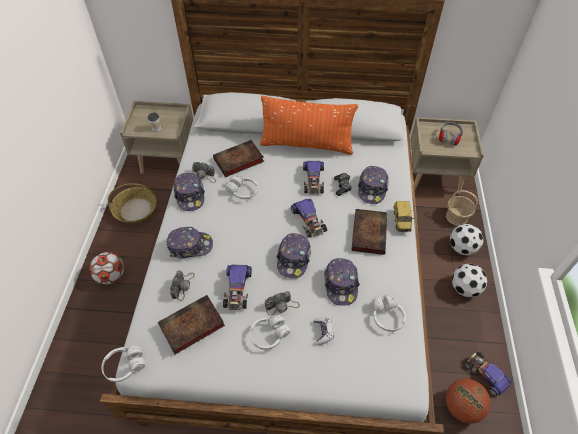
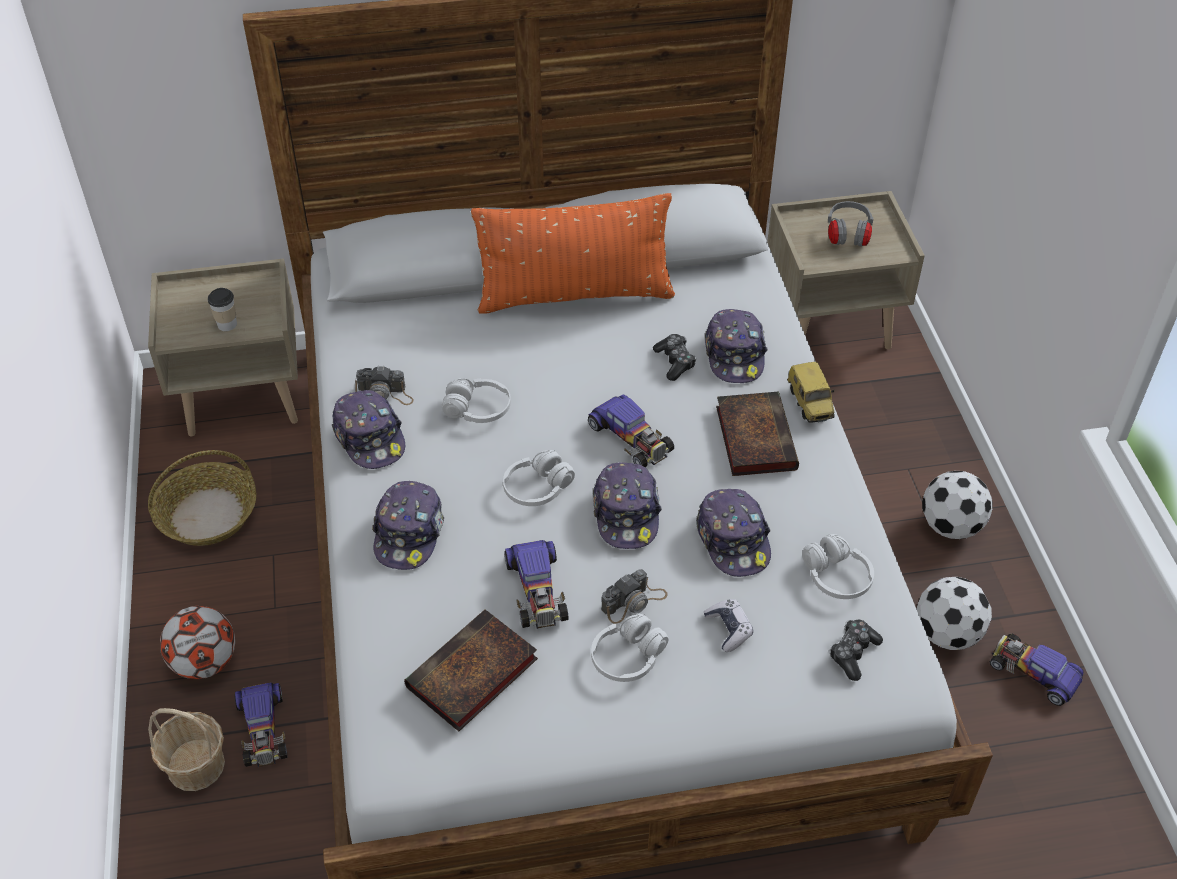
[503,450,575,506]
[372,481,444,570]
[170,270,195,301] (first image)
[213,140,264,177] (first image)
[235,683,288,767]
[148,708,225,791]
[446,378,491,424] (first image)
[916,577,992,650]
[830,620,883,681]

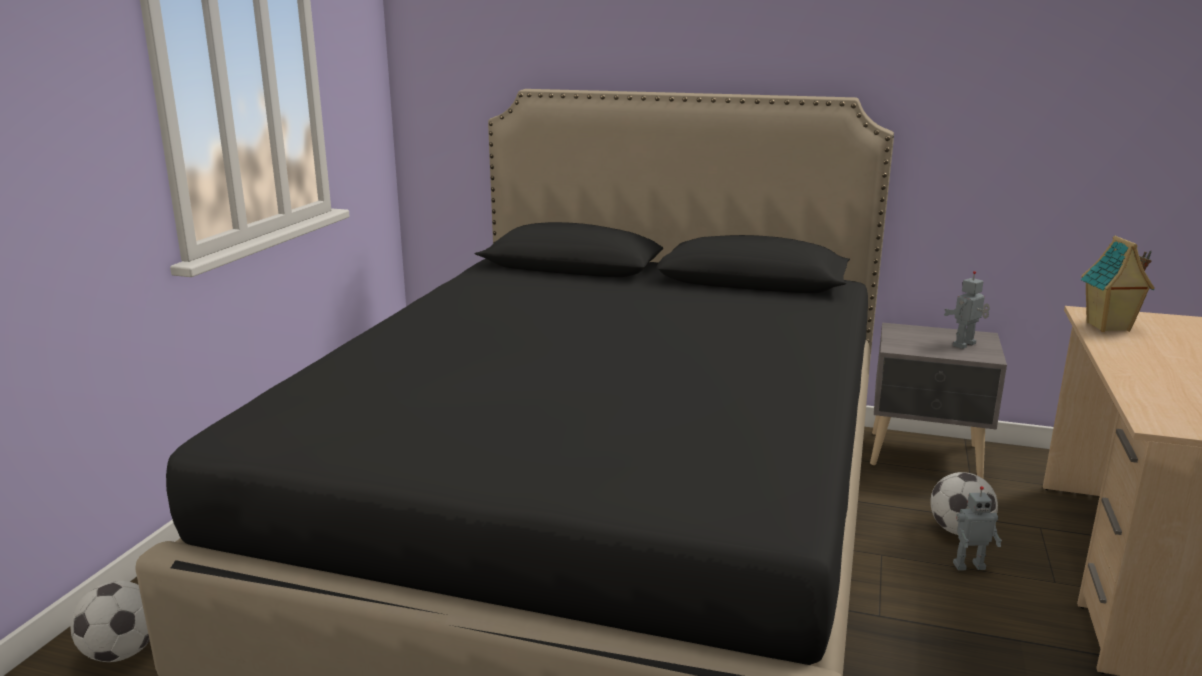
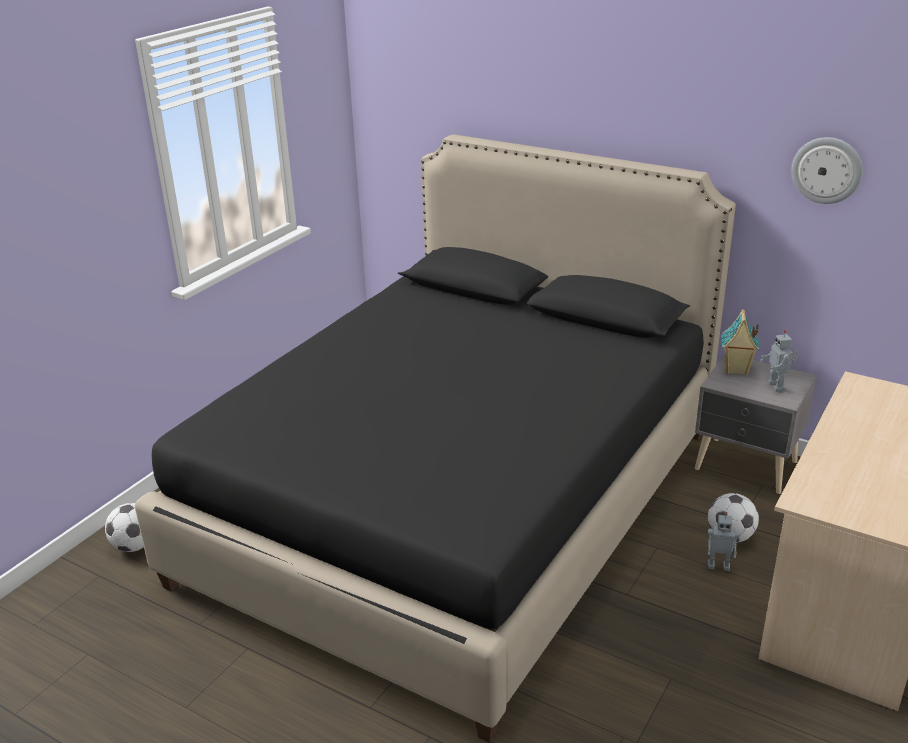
[760,330,798,392]
[721,309,760,375]
[791,137,863,204]

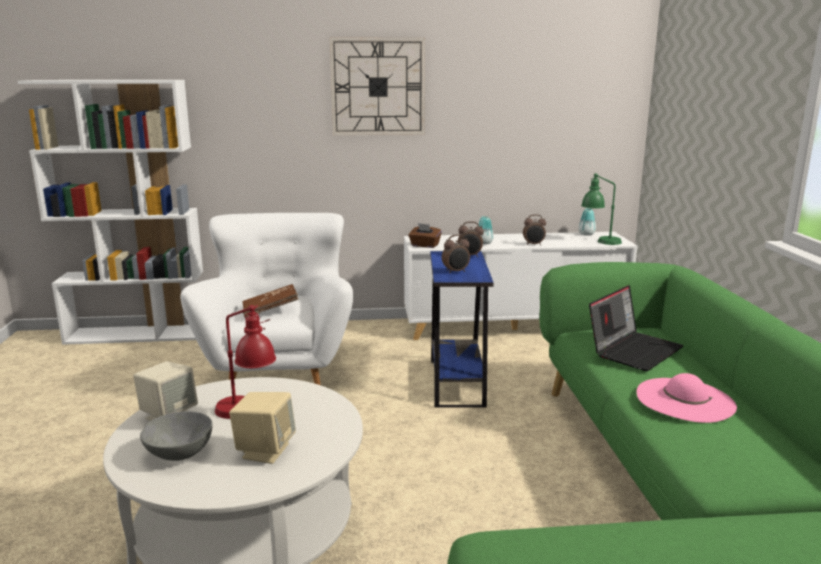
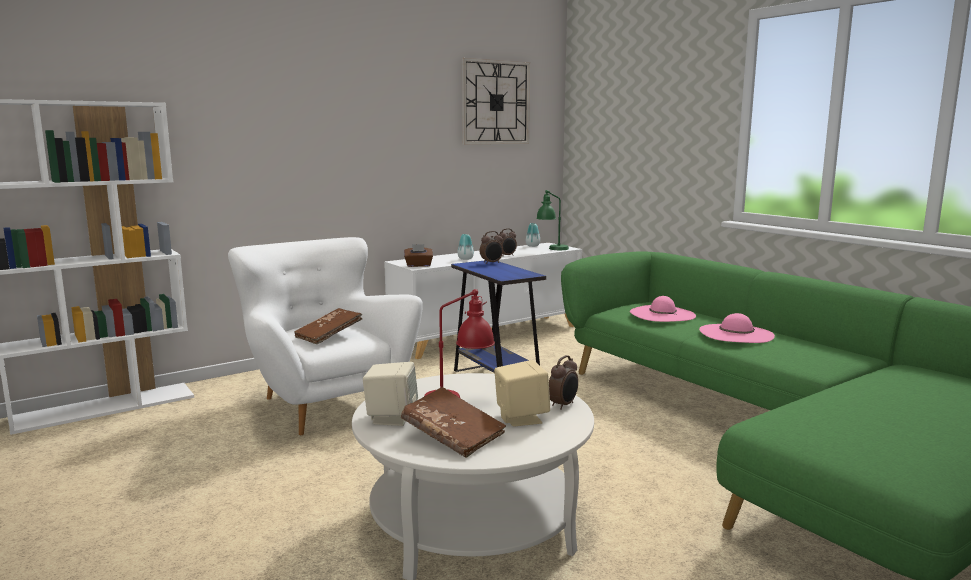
[401,387,506,458]
[462,58,530,144]
[549,355,578,410]
[630,296,696,322]

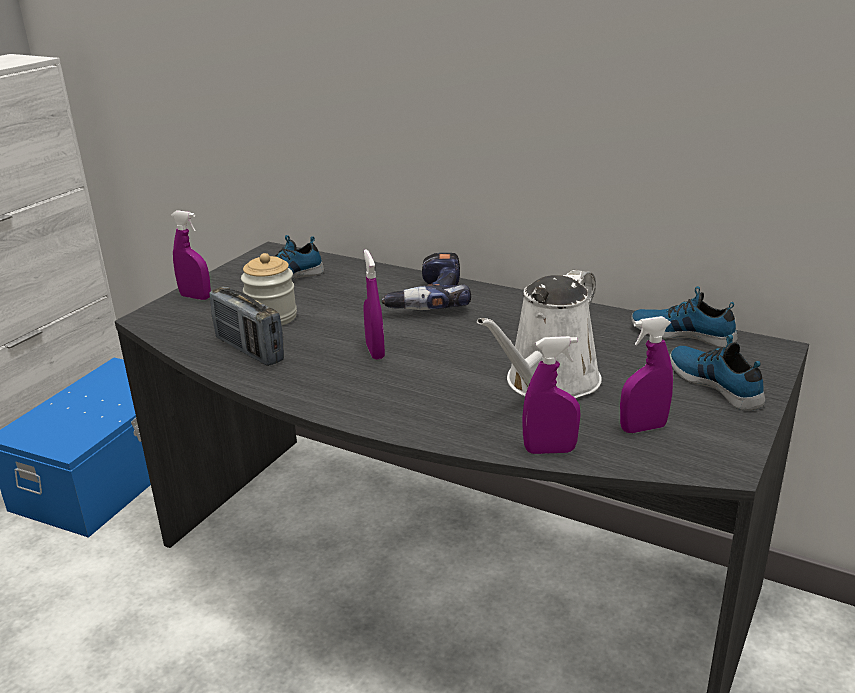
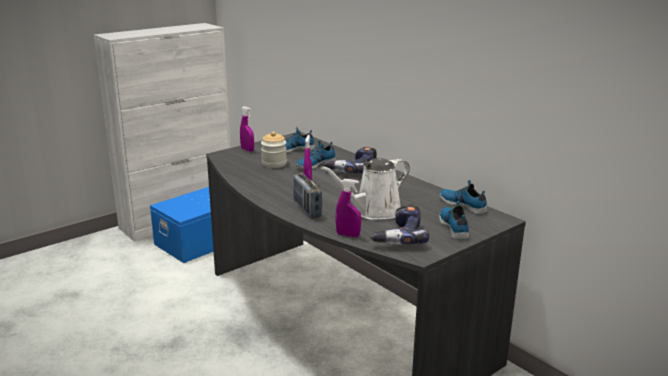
[293,173,322,218]
[371,206,429,245]
[295,140,336,169]

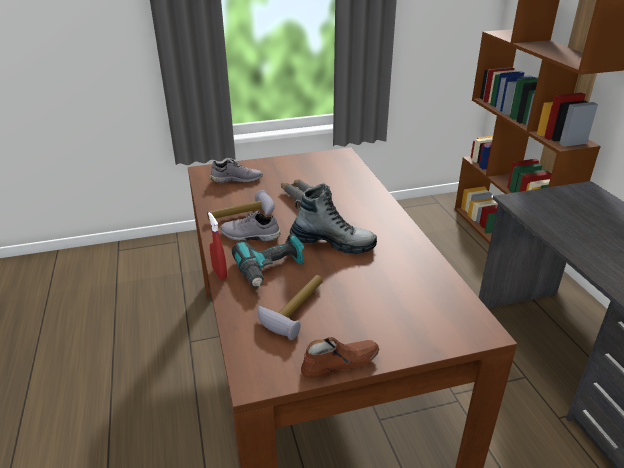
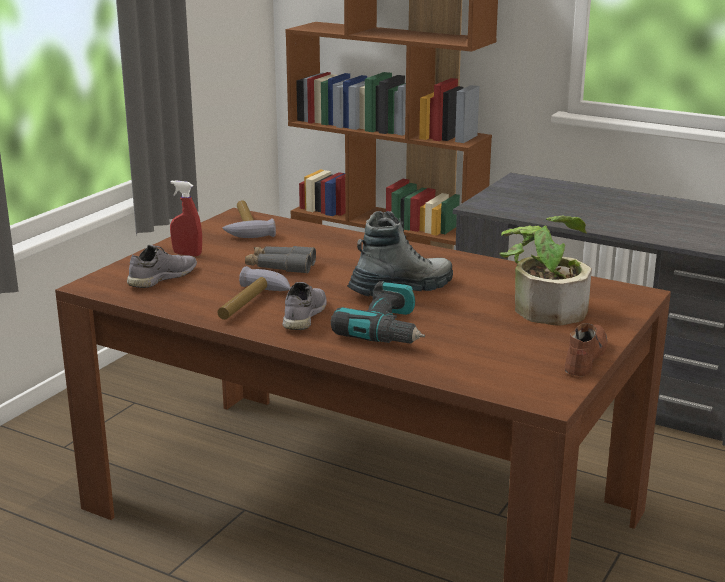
[170,180,202,256]
[282,282,327,330]
[223,200,276,238]
[499,215,592,326]

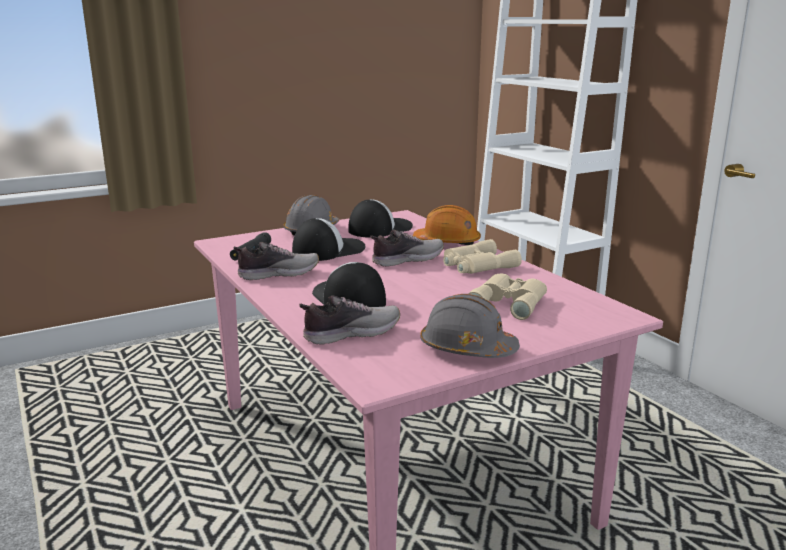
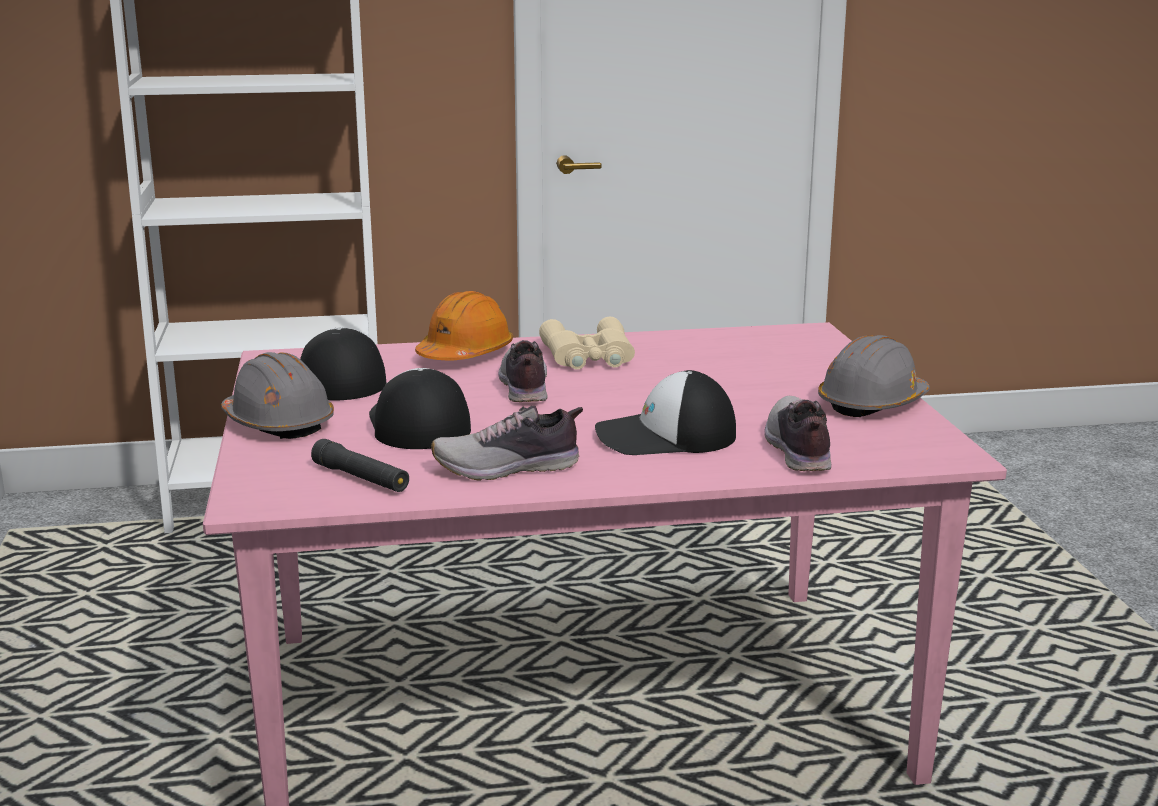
[431,406,583,481]
[468,274,547,320] (first image)

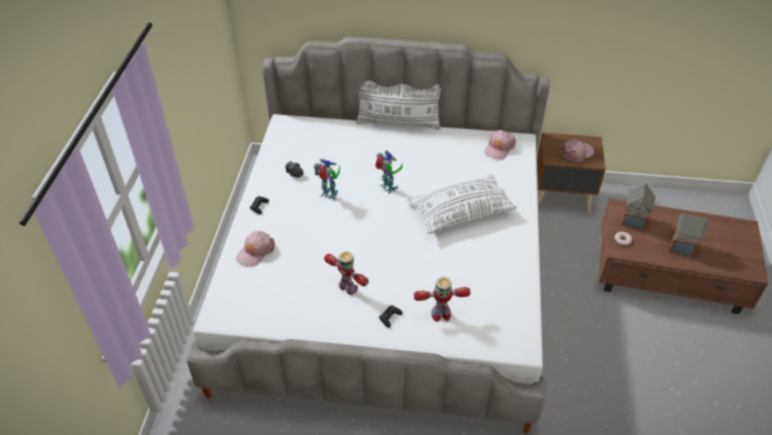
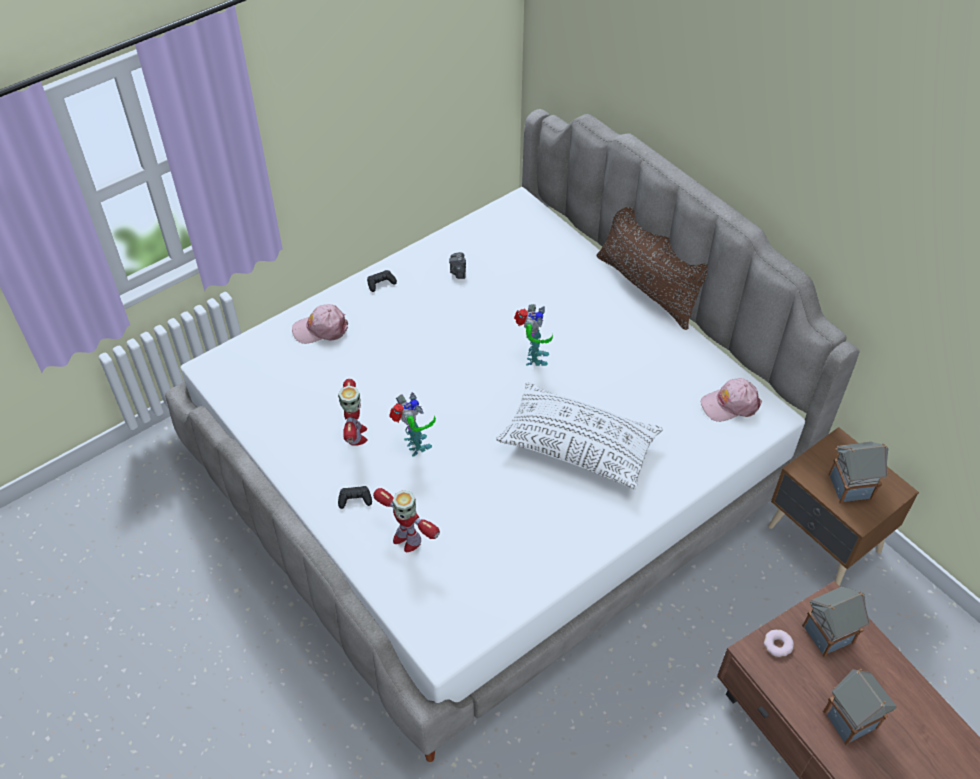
[389,392,436,457]
[597,207,708,330]
[828,442,888,504]

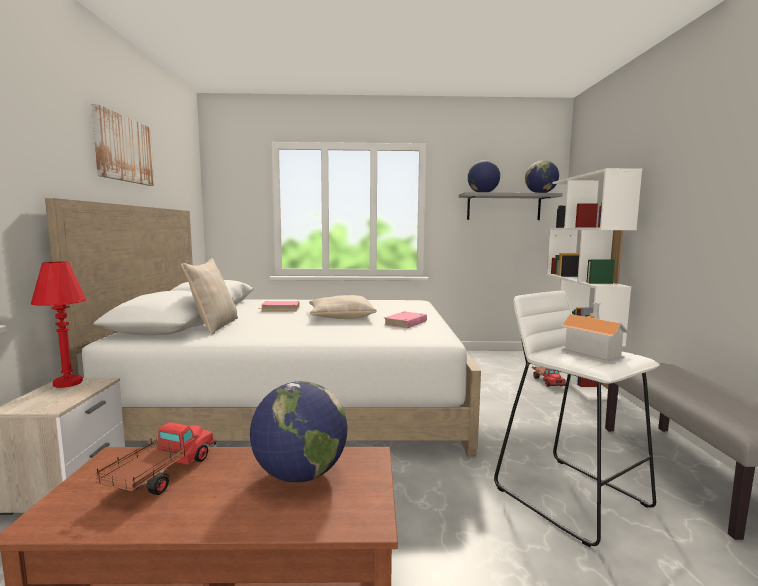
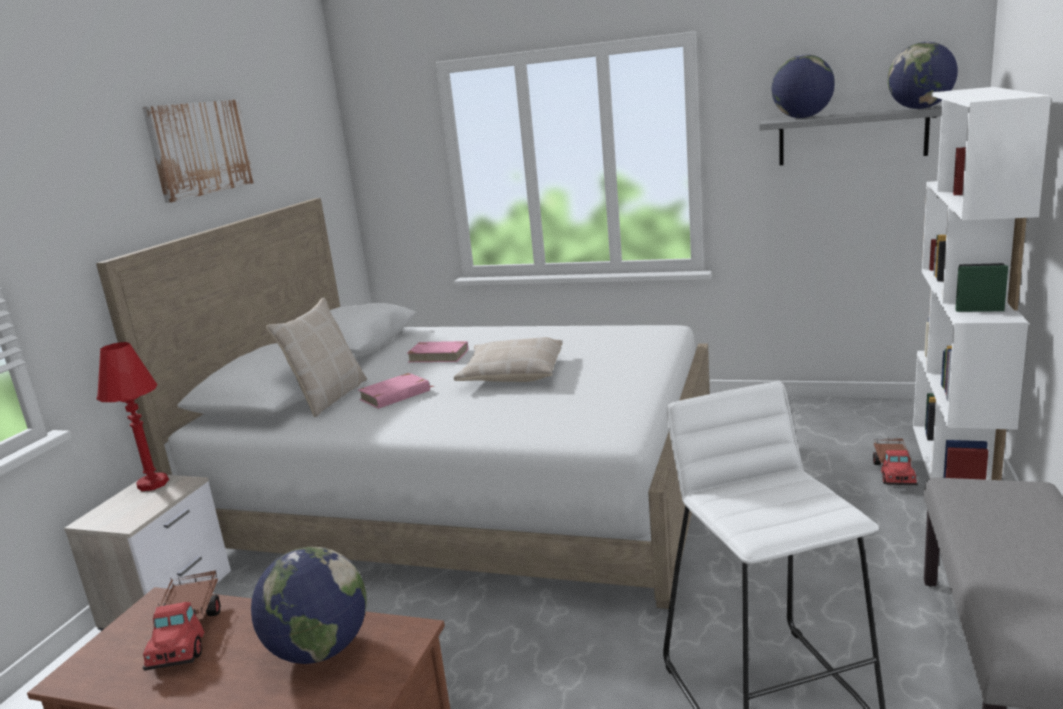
[143,570,220,671]
[358,373,434,409]
[560,303,628,363] (first image)

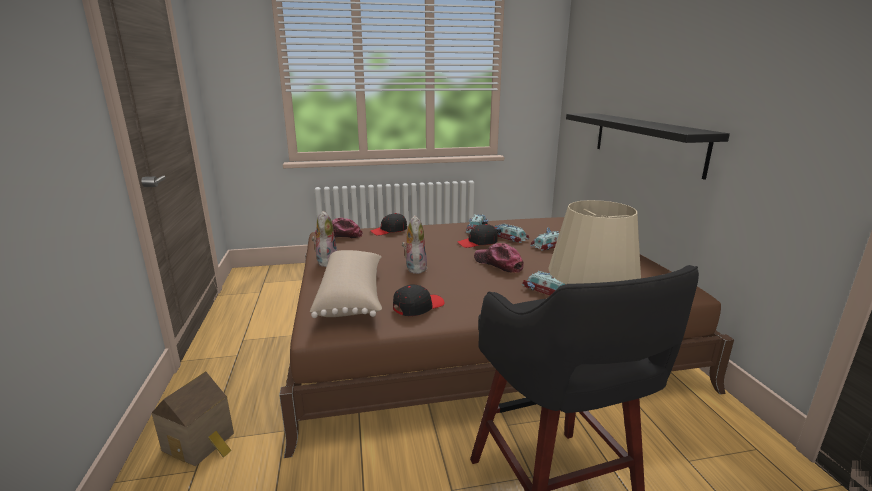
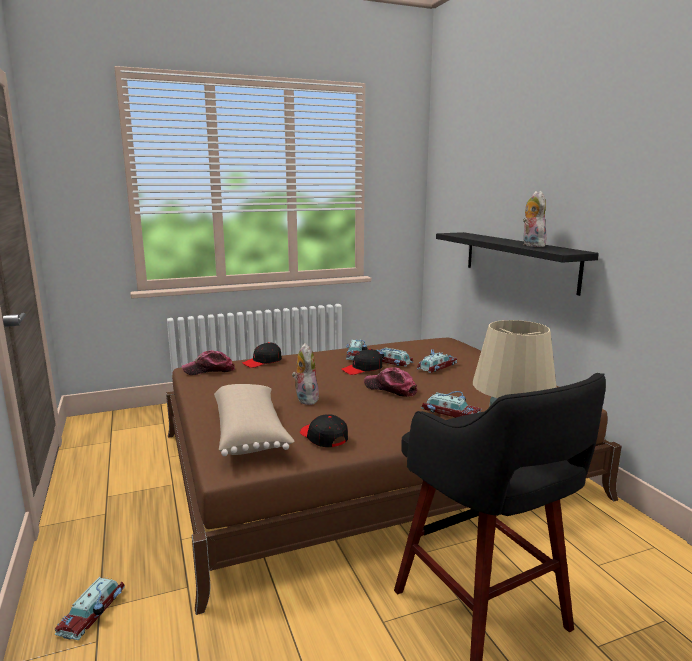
[55,577,125,640]
[523,191,547,247]
[300,414,348,447]

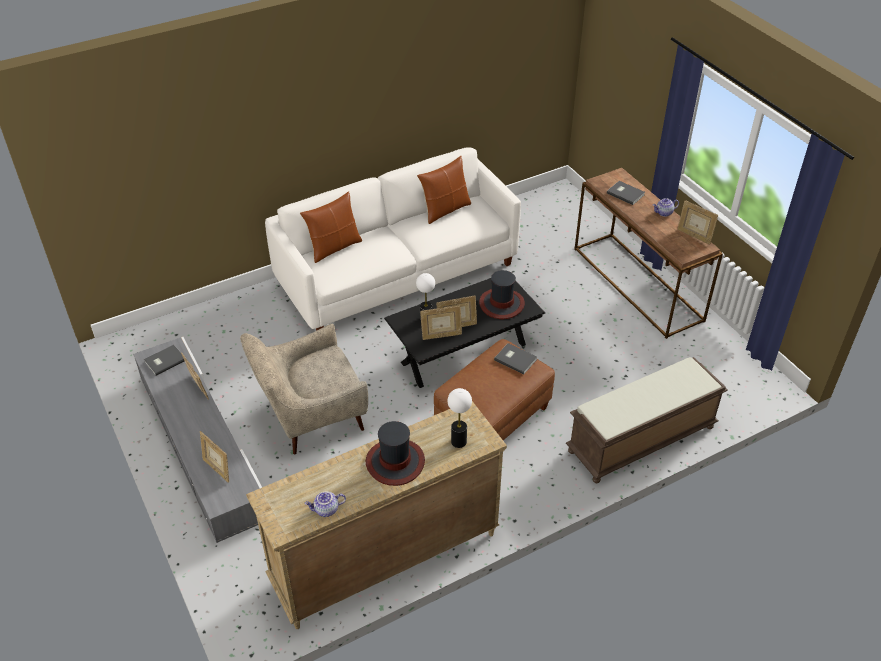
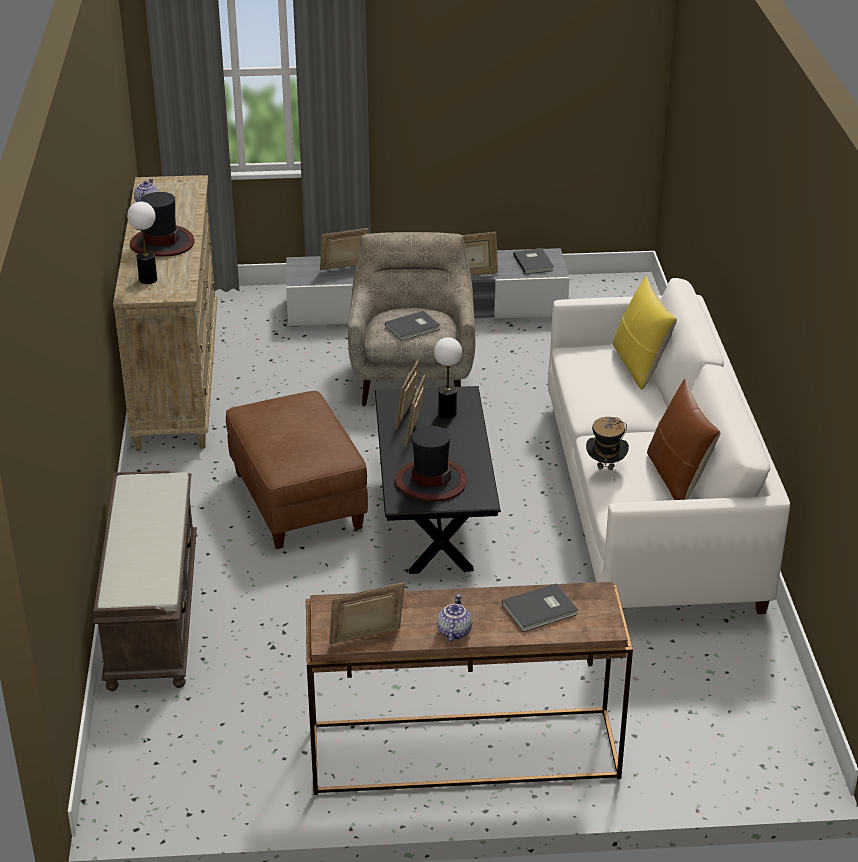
[613,276,677,390]
[385,311,440,341]
[586,417,629,481]

